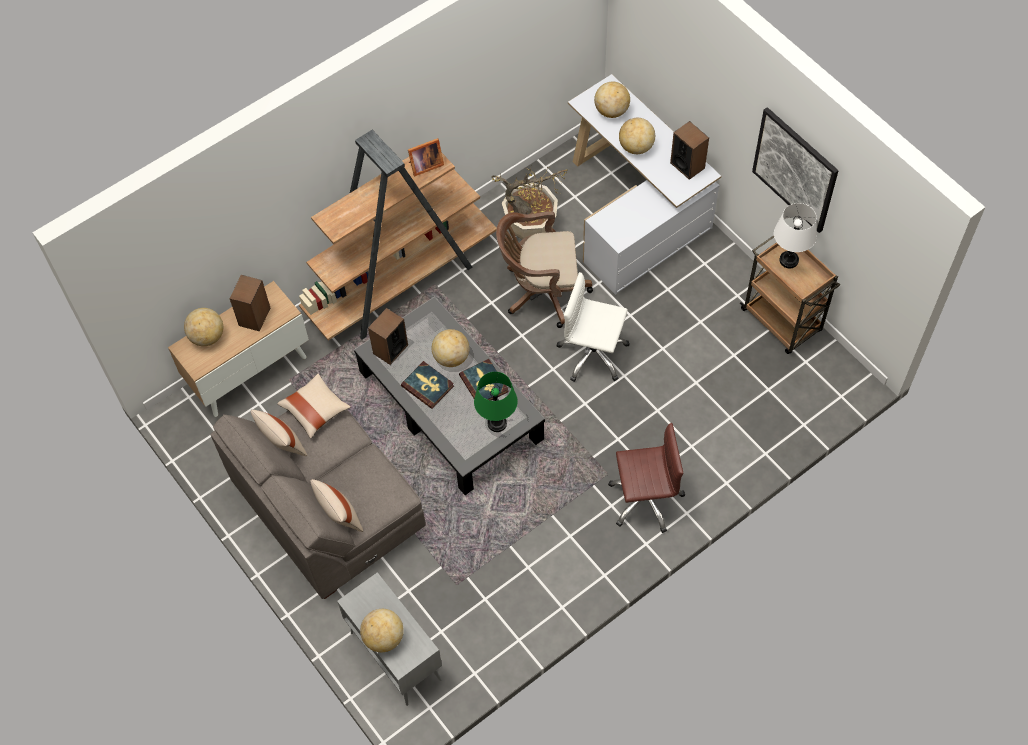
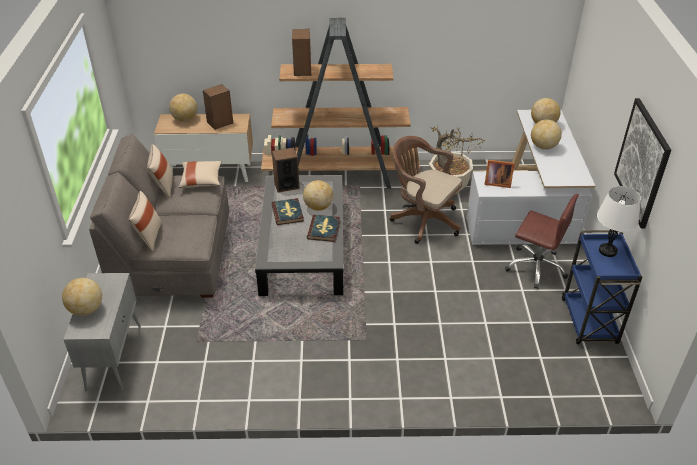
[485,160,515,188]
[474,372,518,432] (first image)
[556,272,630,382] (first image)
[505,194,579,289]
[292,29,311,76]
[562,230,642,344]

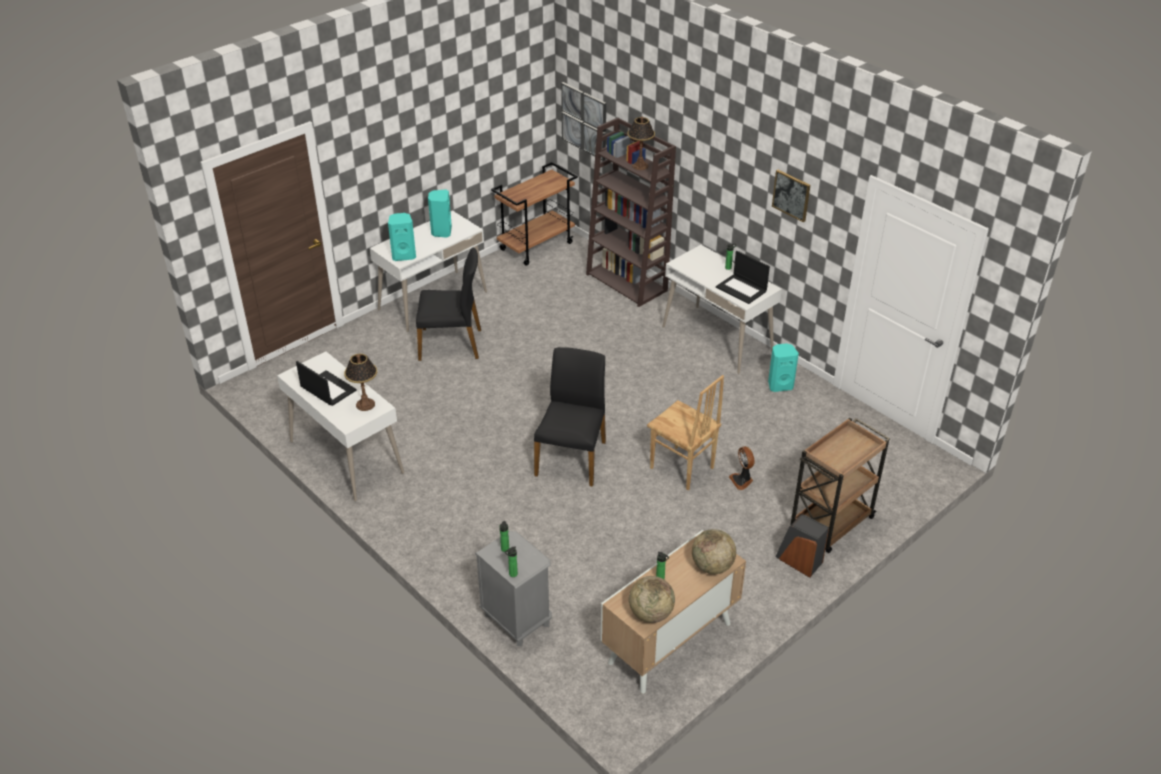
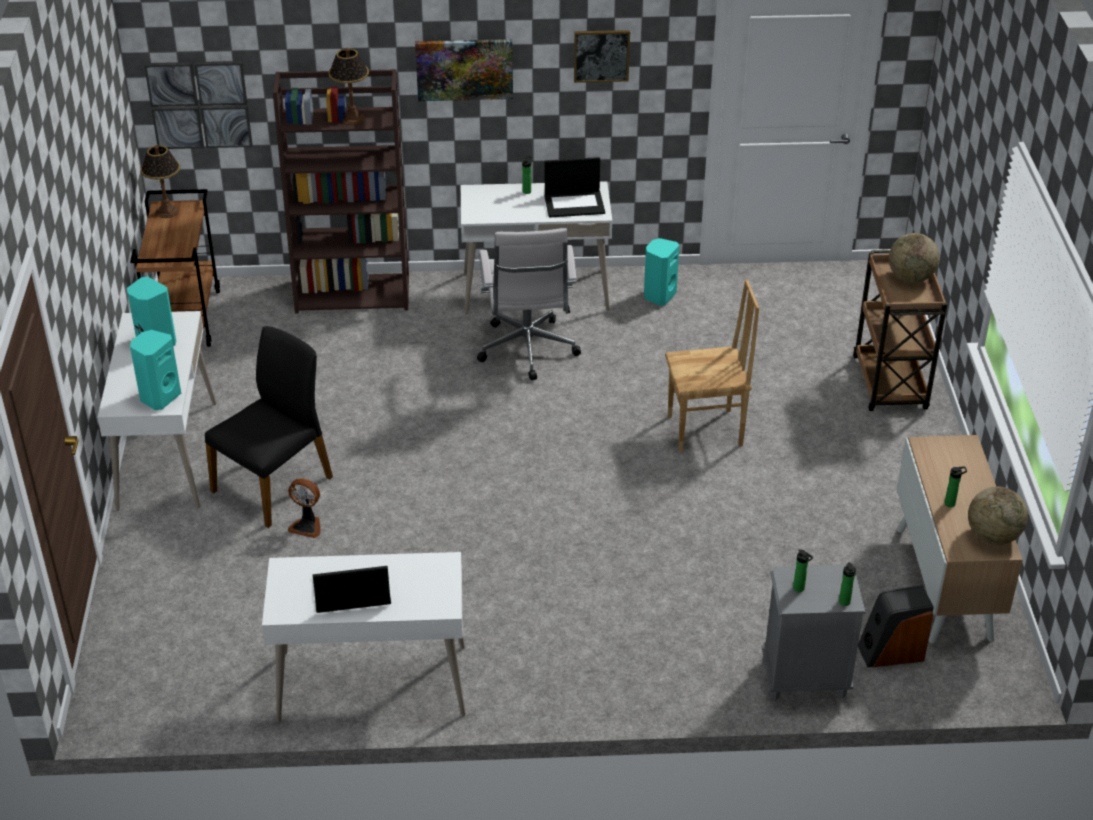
[140,145,180,218]
[534,347,606,487] (first image)
[889,233,939,283]
[288,478,321,538]
[858,585,934,668]
[415,39,513,101]
[477,228,581,380]

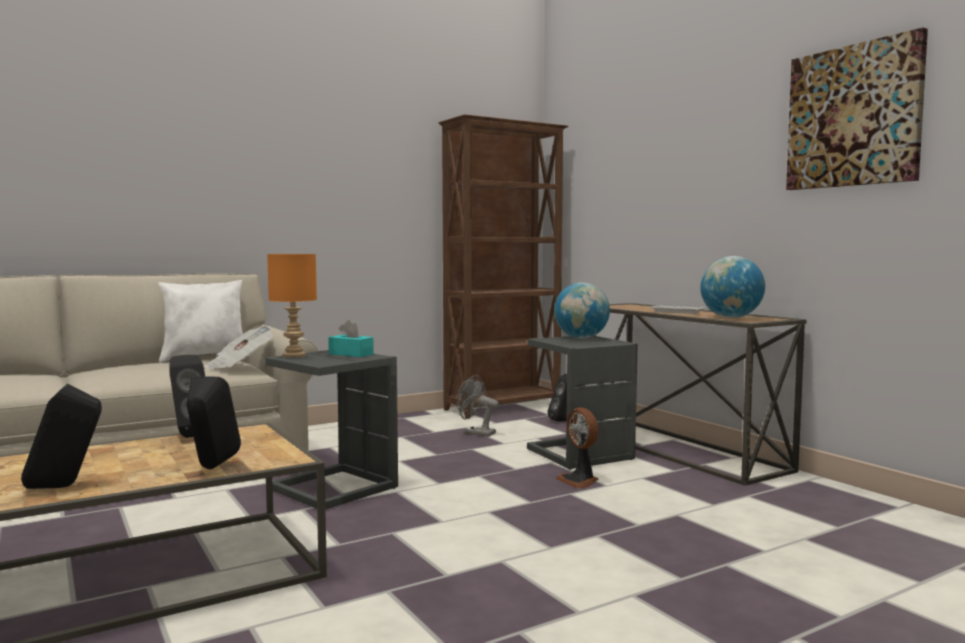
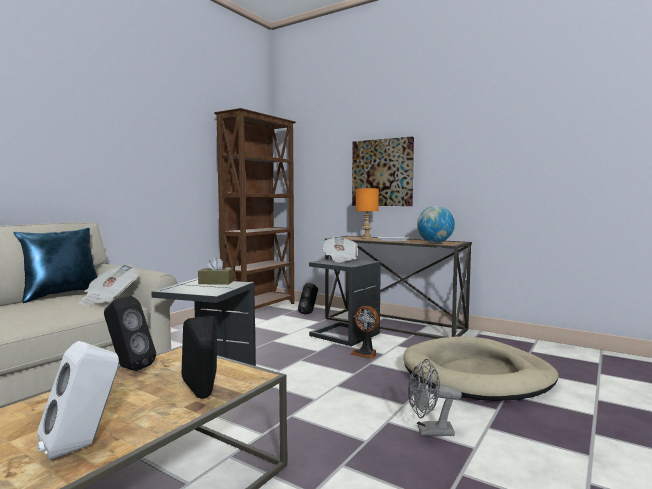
[37,341,119,460]
[14,228,97,303]
[356,188,379,239]
[198,257,233,285]
[408,359,462,436]
[322,236,358,262]
[352,137,414,206]
[403,336,559,401]

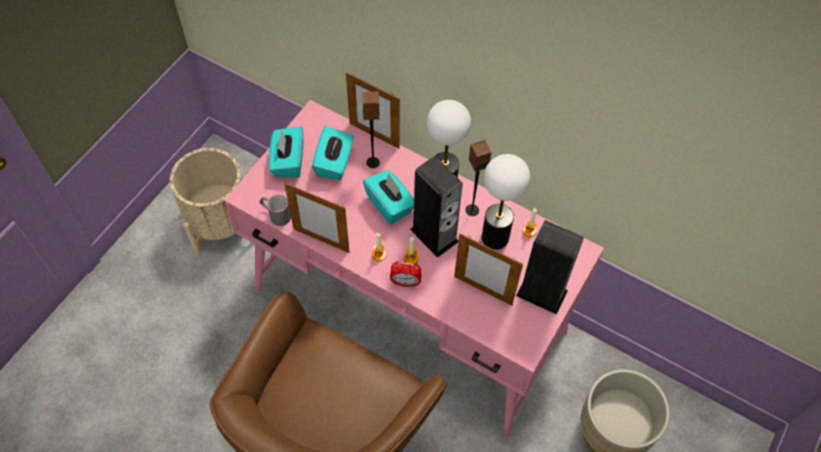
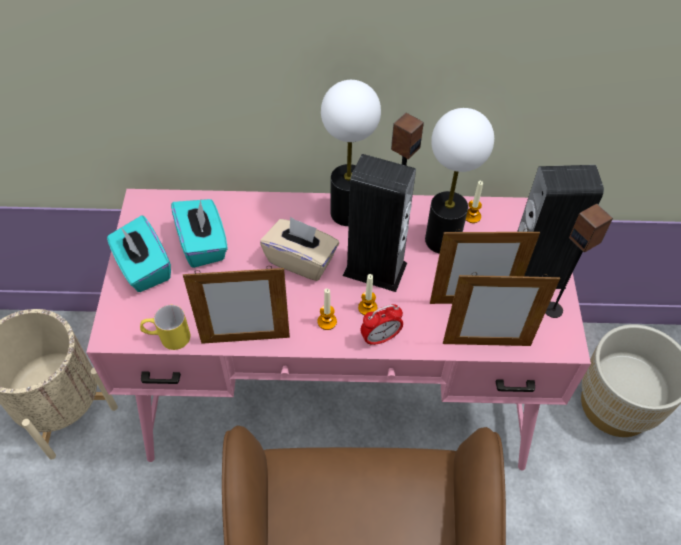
[140,305,190,350]
[443,272,560,346]
[545,204,613,318]
[260,217,339,281]

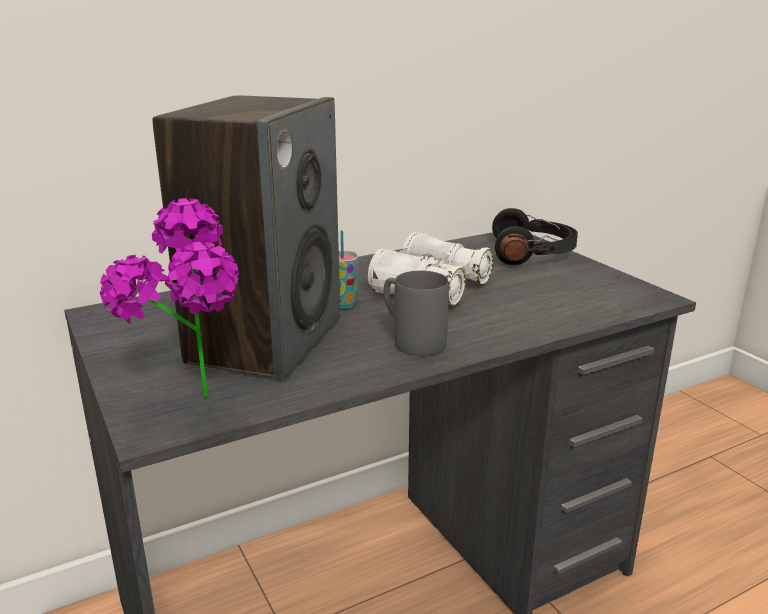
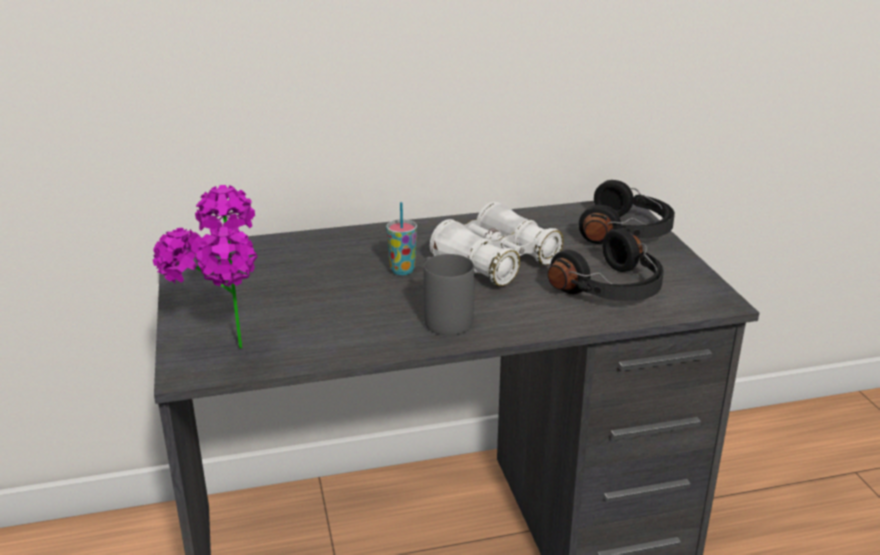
[152,95,340,381] (first image)
[548,229,664,301]

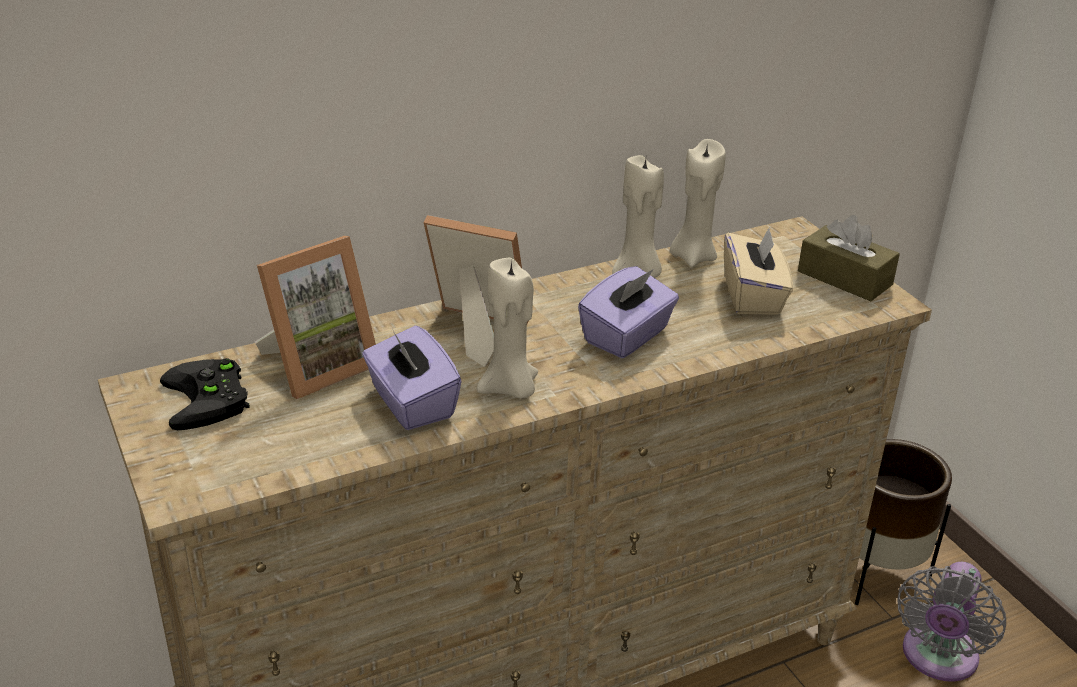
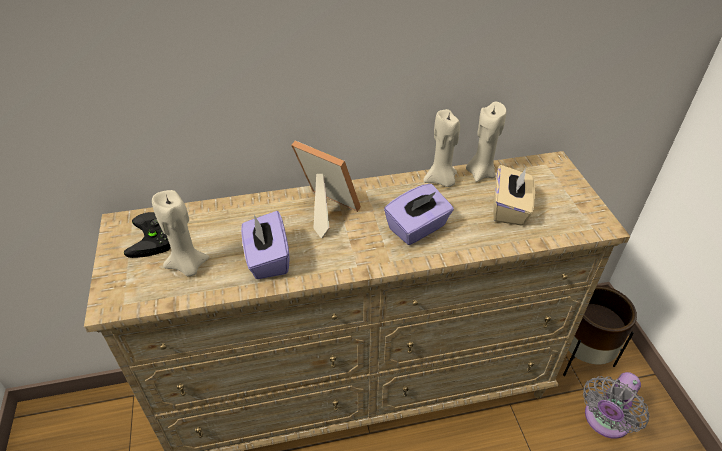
[255,236,376,399] (first image)
[152,190,209,276]
[798,215,900,301] (first image)

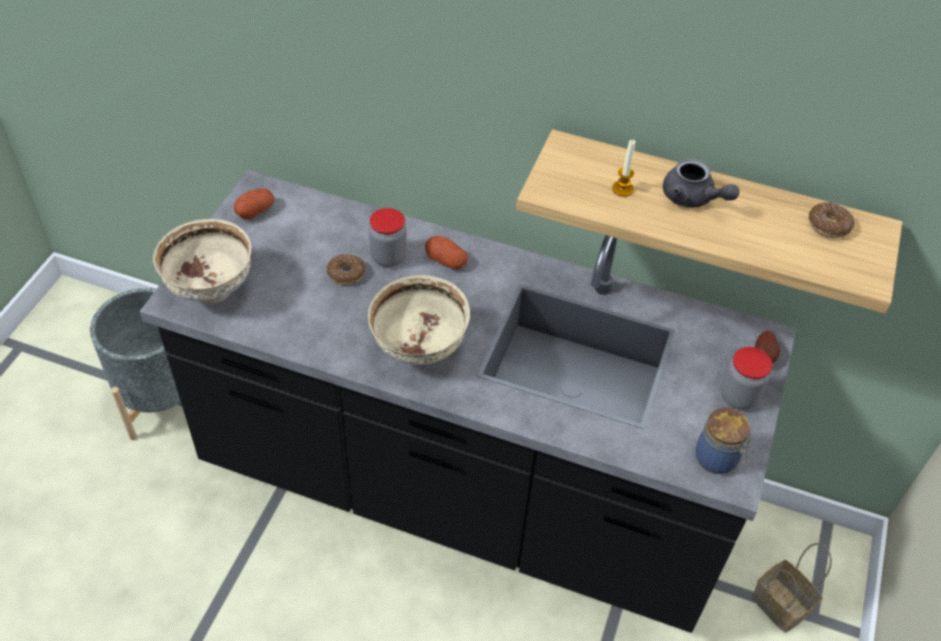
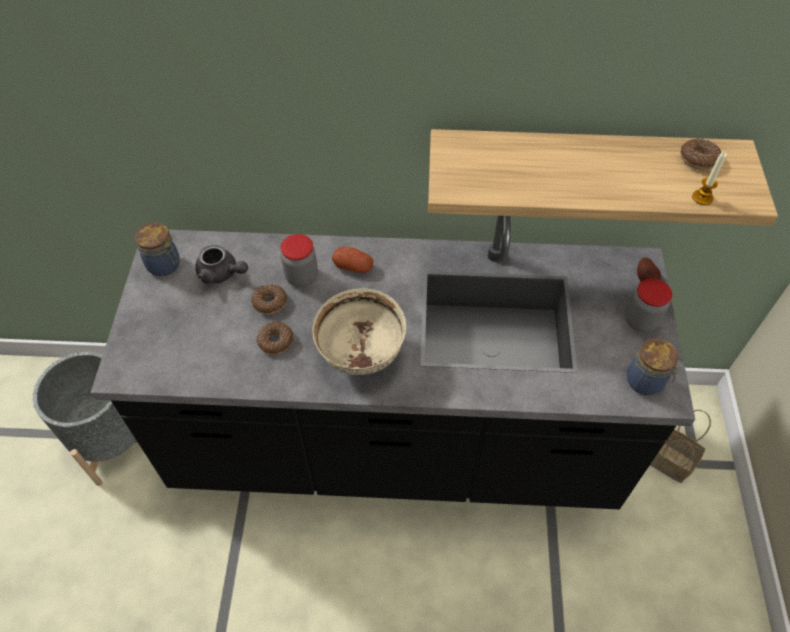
[153,219,251,304] (first image)
[135,222,180,276]
[692,152,727,205]
[195,245,248,284]
[257,322,293,354]

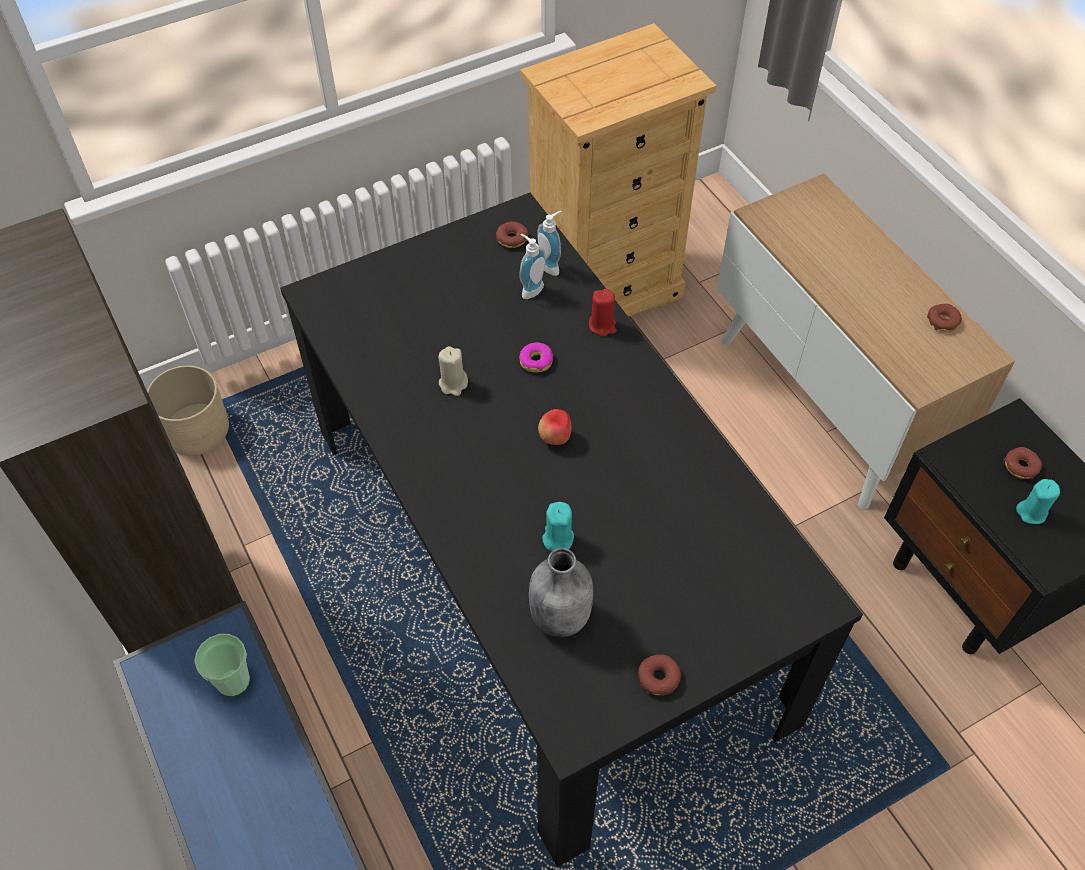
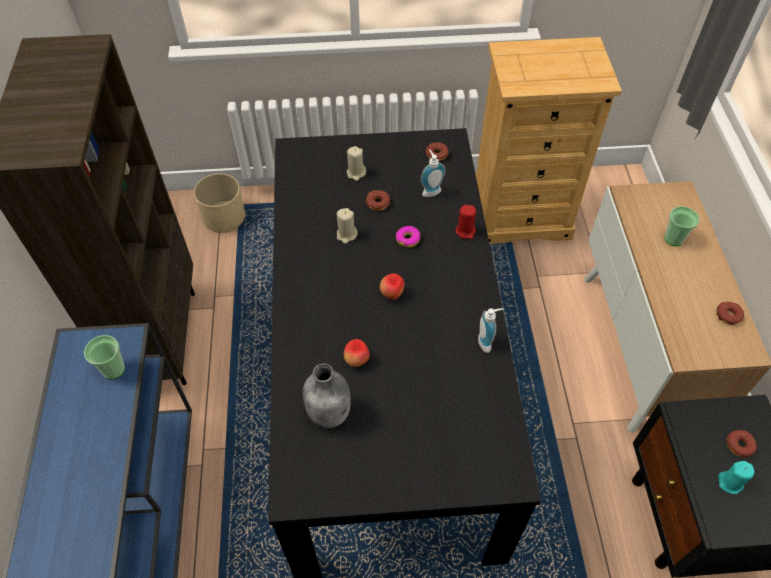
[478,308,504,353]
[344,339,370,367]
[366,190,390,211]
[347,146,366,181]
[664,206,700,246]

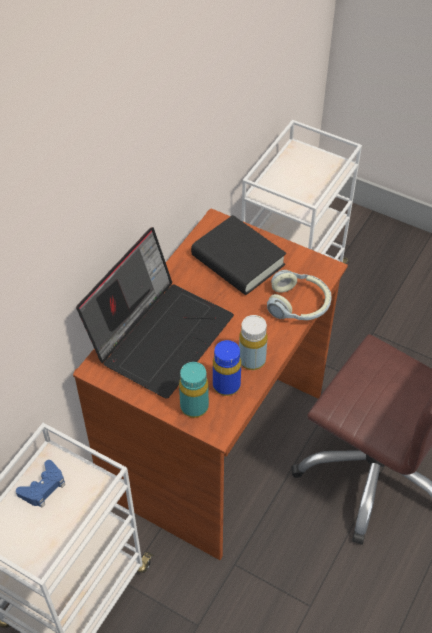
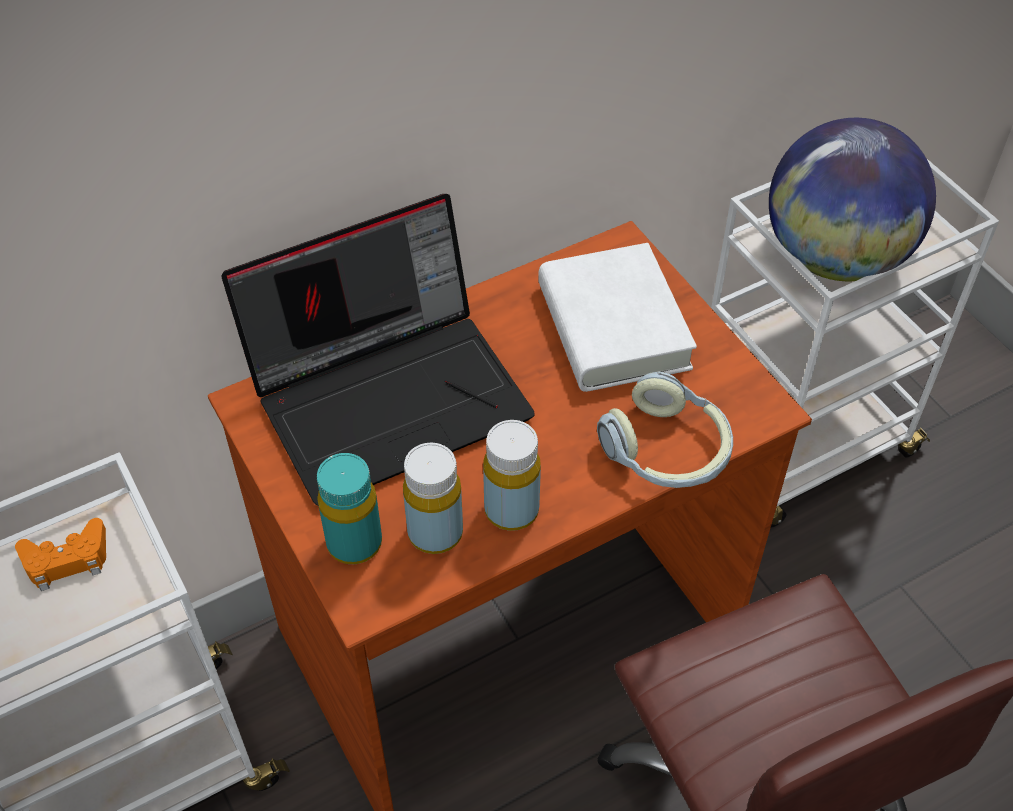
[15,518,106,591]
[538,243,697,392]
[403,443,463,554]
[769,118,936,282]

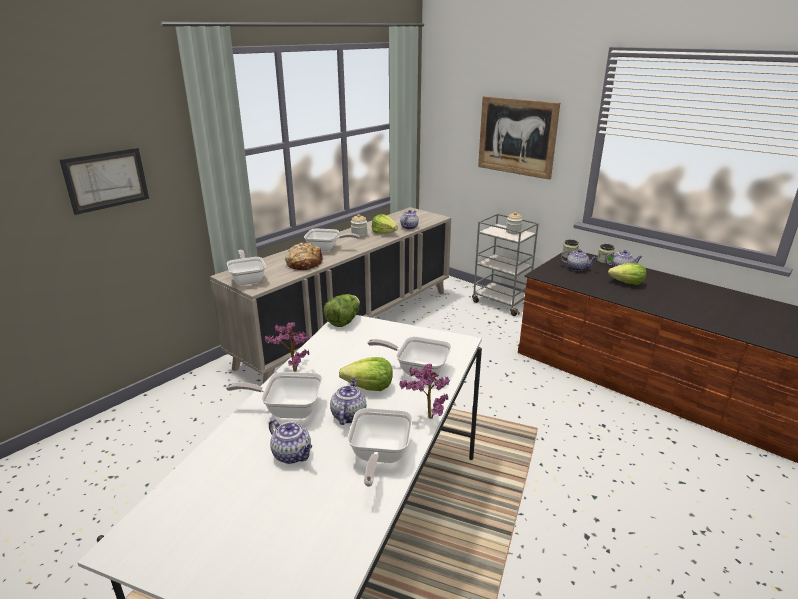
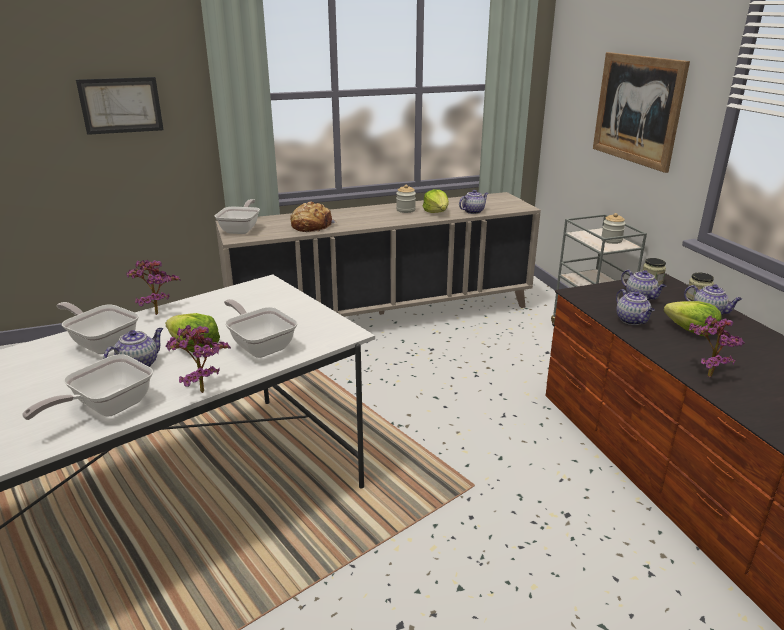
[616,289,655,325]
[304,229,360,251] (first image)
[324,294,360,327] (first image)
[688,316,744,378]

